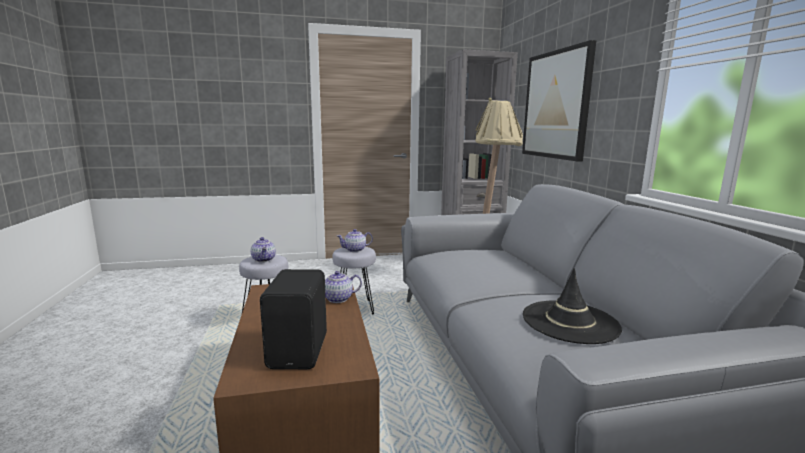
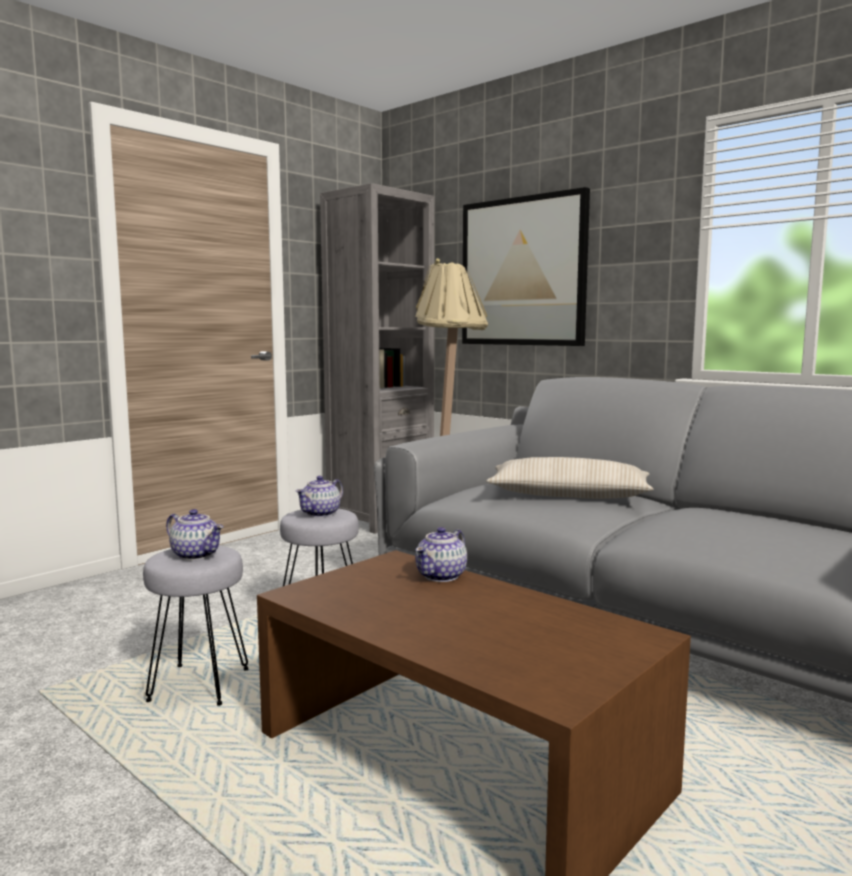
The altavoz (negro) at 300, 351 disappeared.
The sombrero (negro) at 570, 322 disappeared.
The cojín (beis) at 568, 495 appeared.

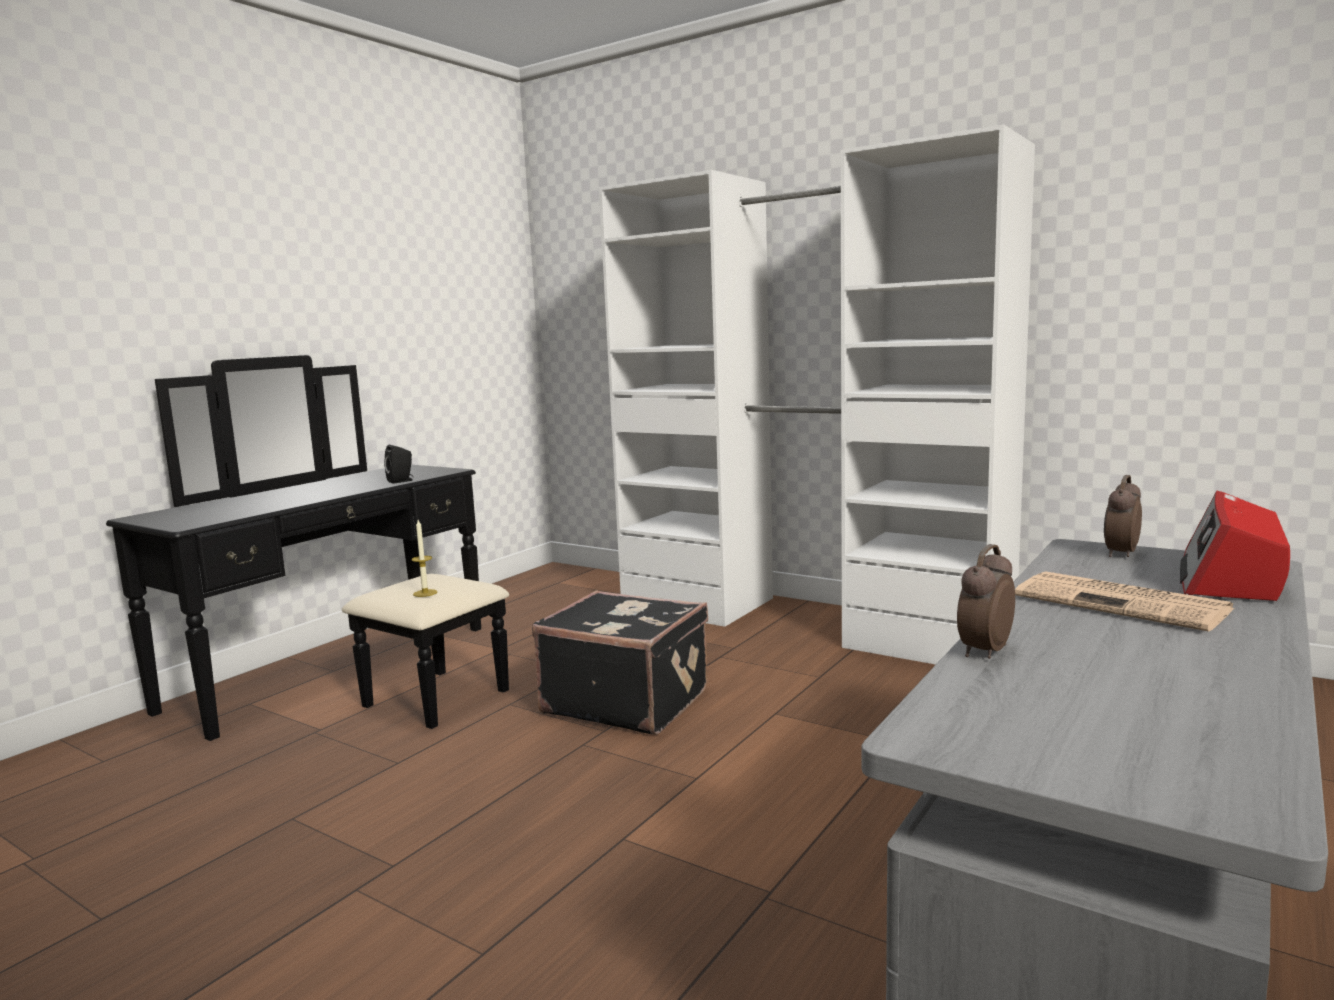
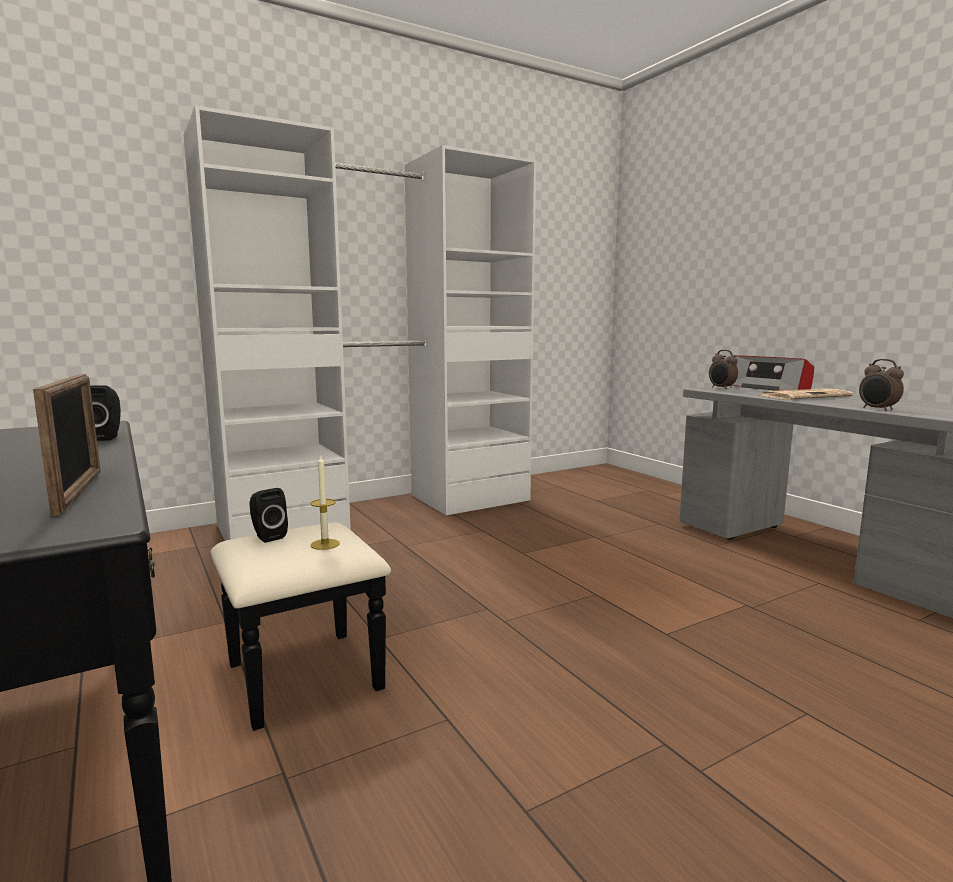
The maleta (negro) at 626, 701 disappeared.
The portarretratos at 78, 492 appeared.
The altavoz (negro) at 267, 536 appeared.

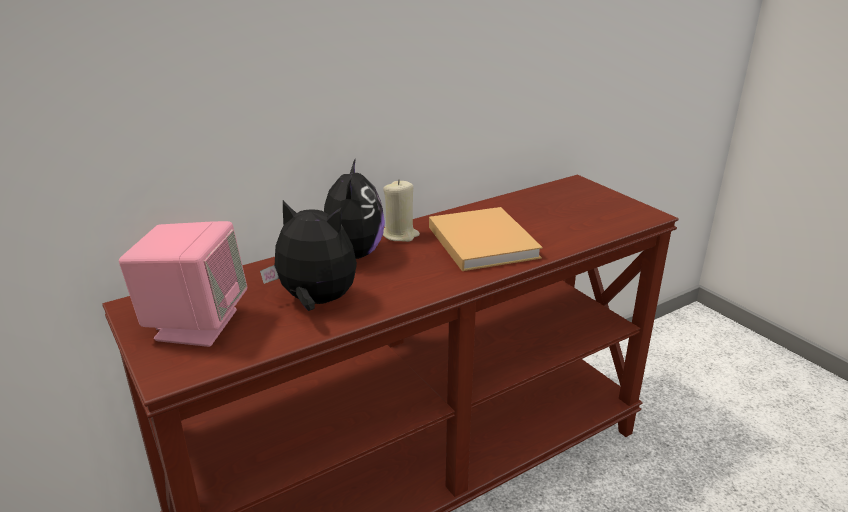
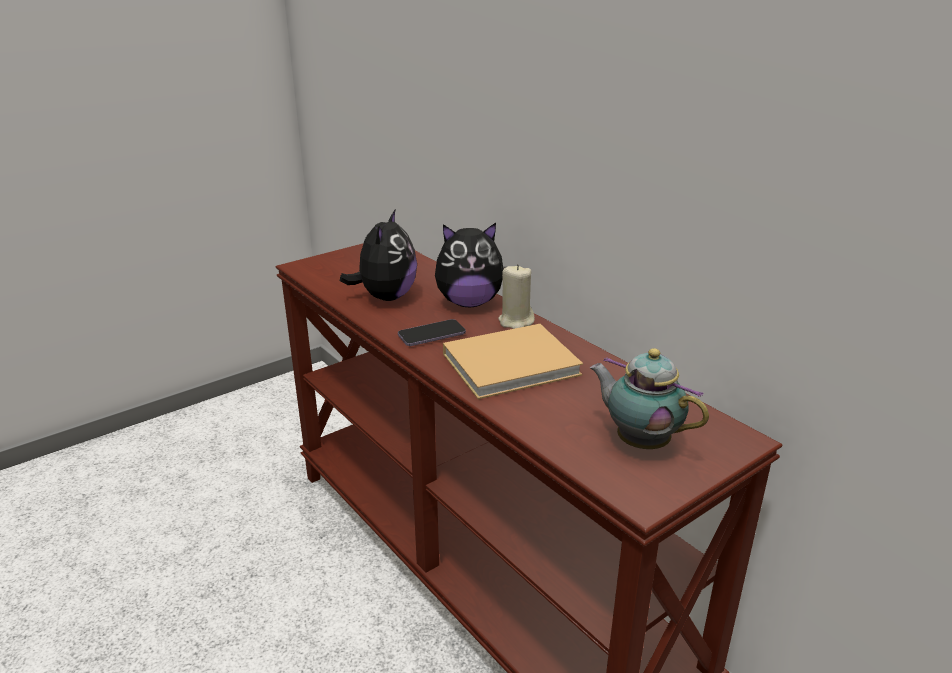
The altavoz (rosa) at 195, 324 disappeared.
The móvil at 431, 335 appeared.
The tetera at 639, 441 appeared.

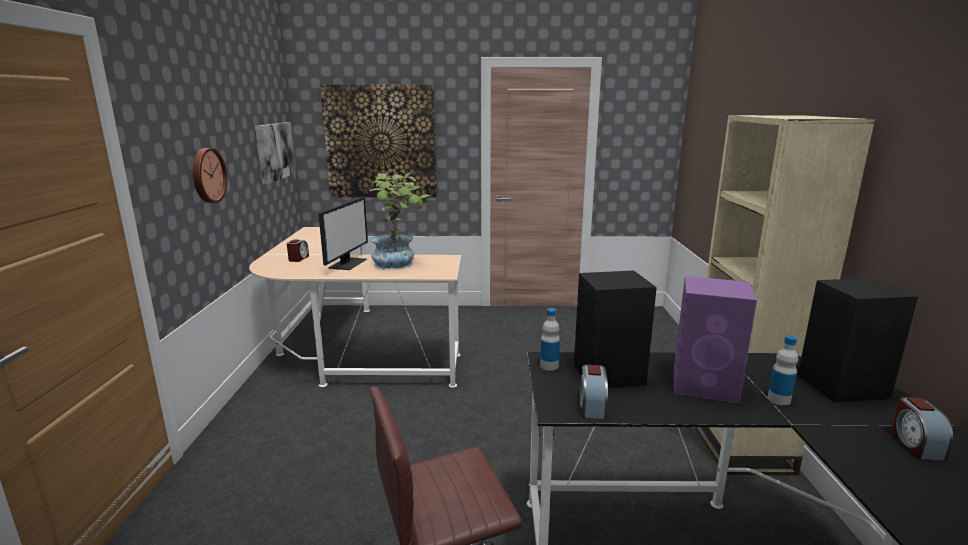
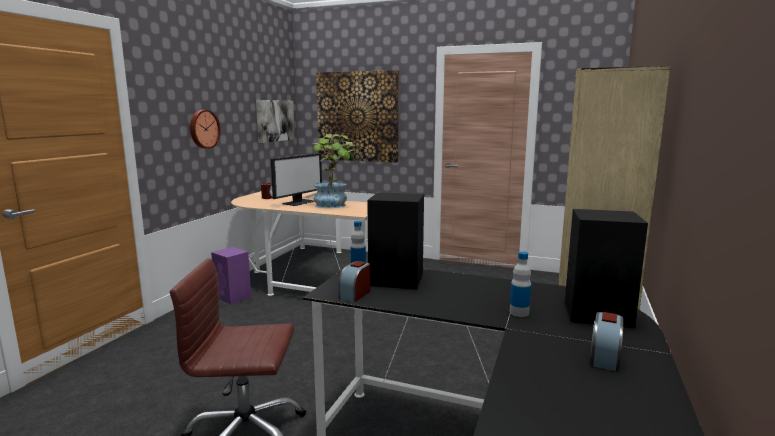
The altavoz (morado) moved from 706, 385 to 233, 297.

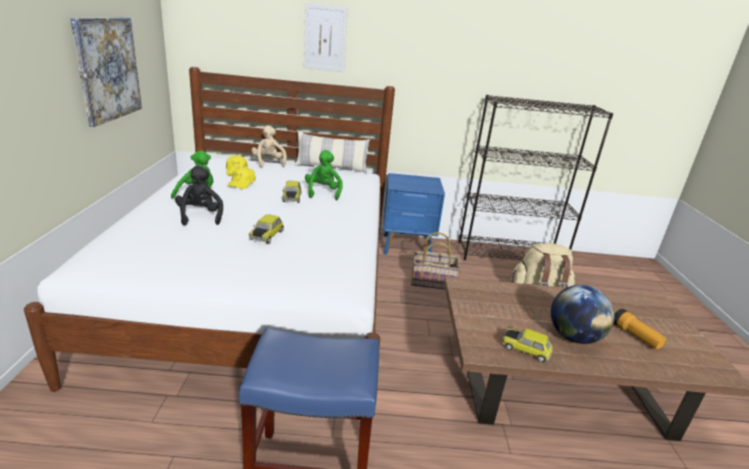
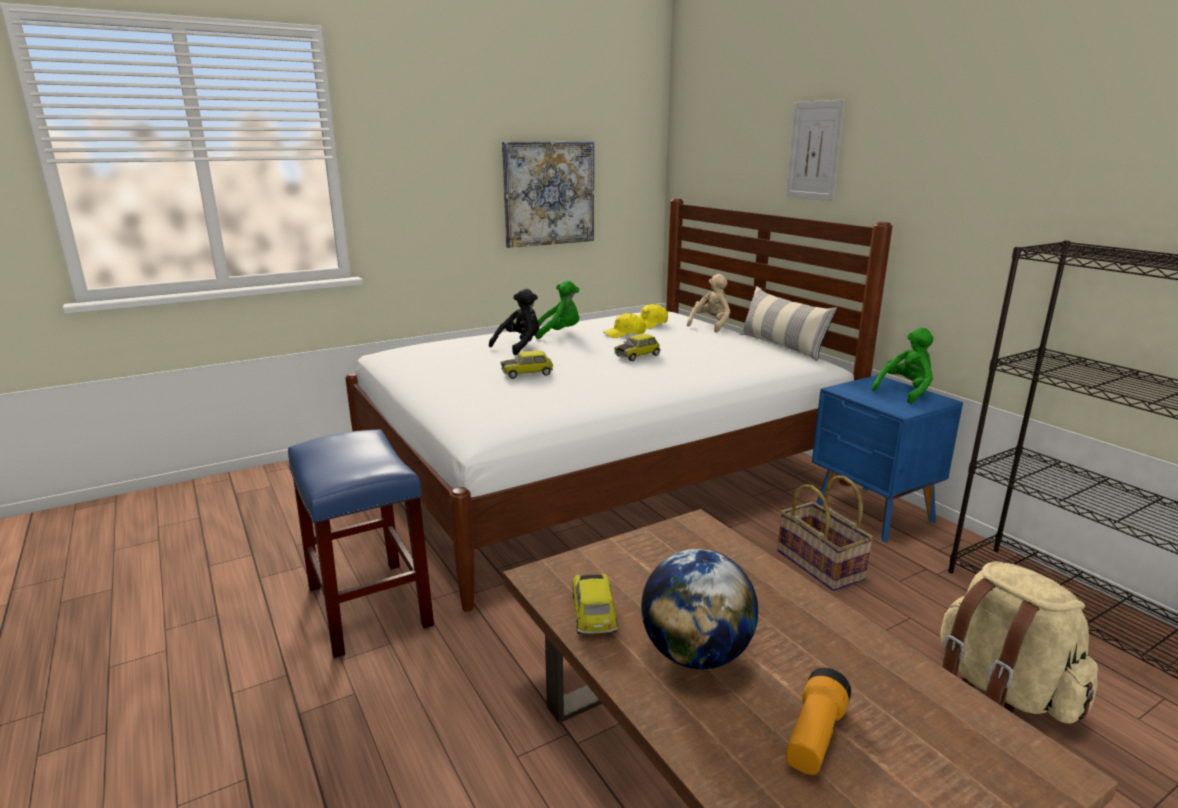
The peluche (verde) moved from 323, 192 to 905, 392.

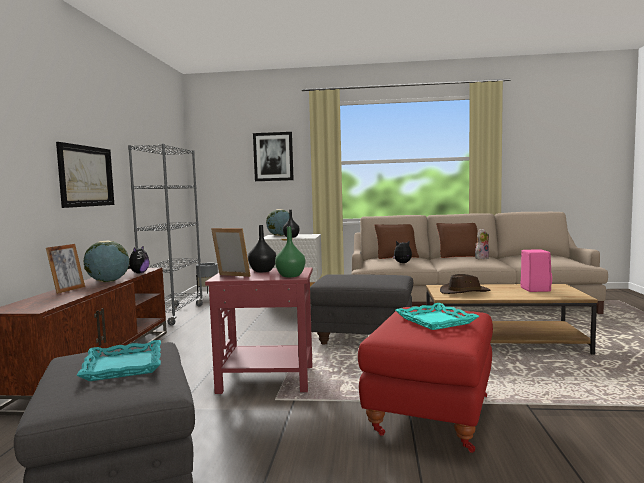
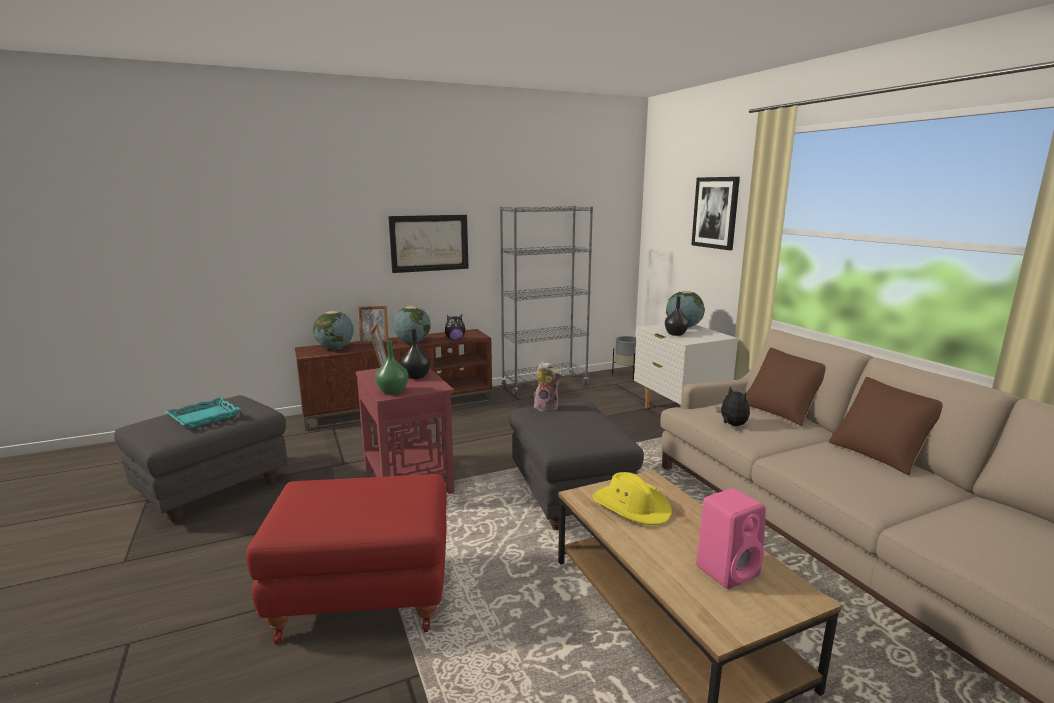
The bandeja (turquesa) at 436, 321 disappeared.
The sombrero (marrón) at 464, 292 became the sombrero (amarillo) at 631, 506.
The peluche moved from 481, 258 to 547, 408.
The globo terráqueo at 335, 348 appeared.

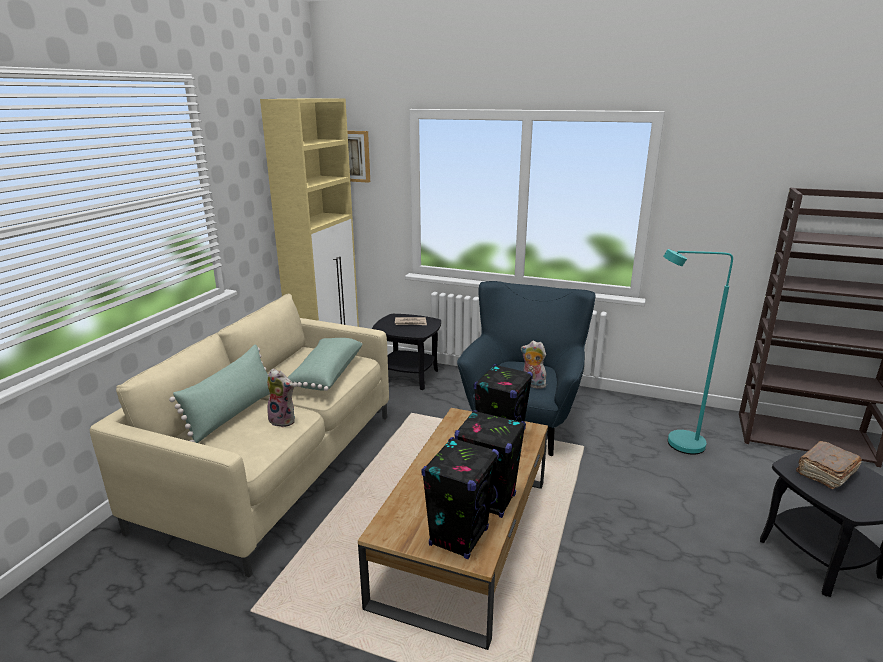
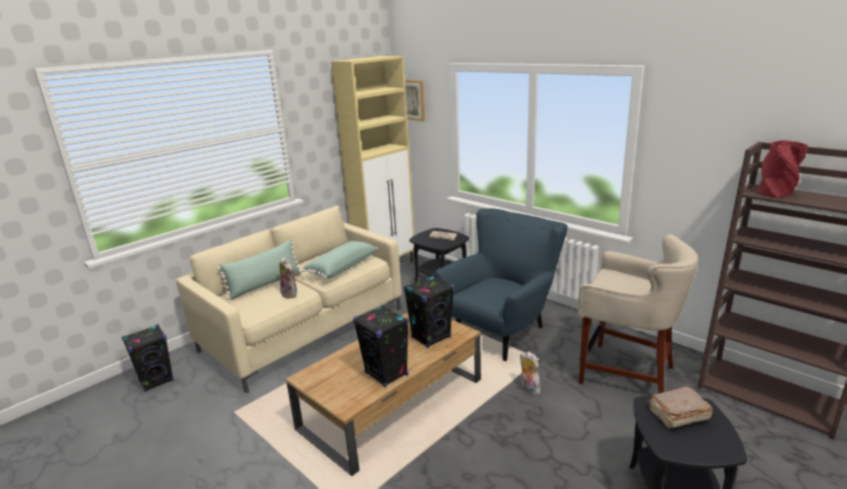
The altavoz (negro) moved from 459, 537 to 156, 380.
The peluche moved from 532, 384 to 528, 389.
The lámpara de pie (turquesa) at 675, 443 was replaced by the taburete (beis) at 625, 373.
The florero (rojo) at 776, 193 appeared.

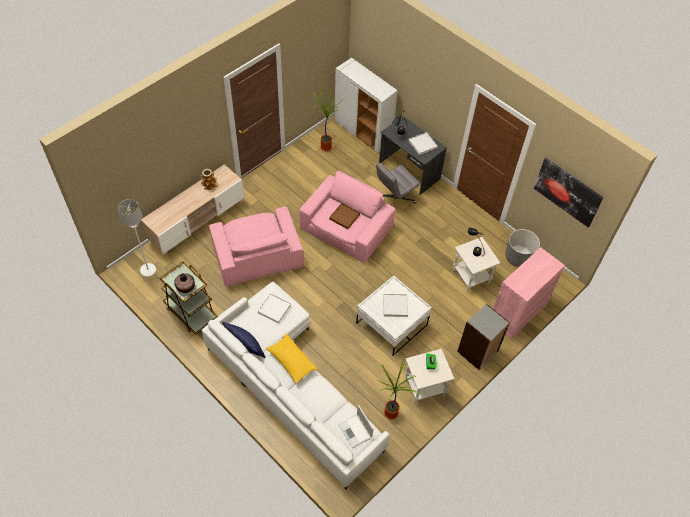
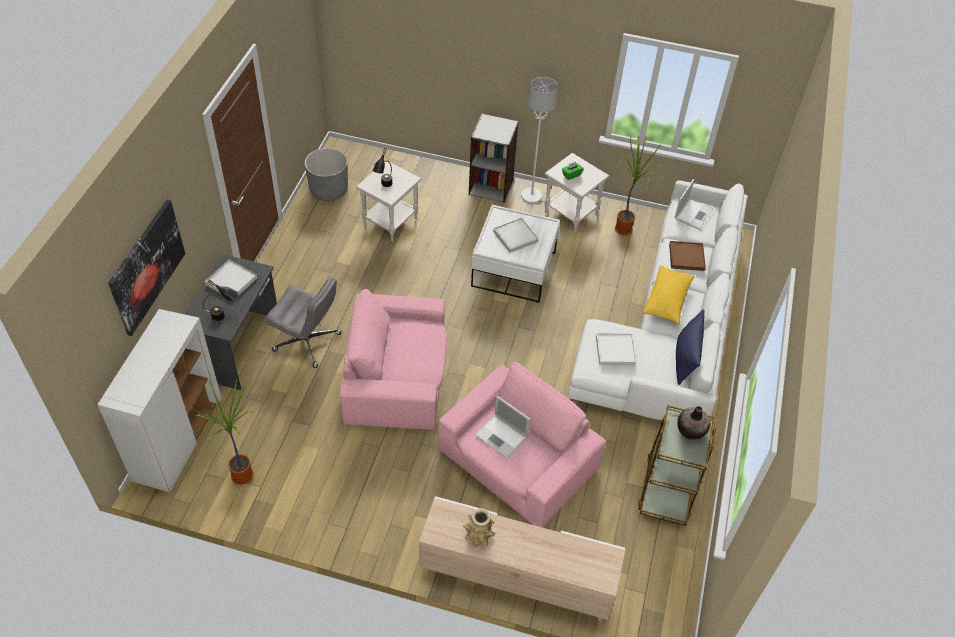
The lámpara de pie (blanco) moved from 148, 270 to 531, 196.
The bandeja (marrón) moved from 344, 217 to 686, 257.
The armario (rosa) at 517, 313 disappeared.
The cuadro moved from 568, 192 to 147, 266.
The portátil at 502, 436 appeared.

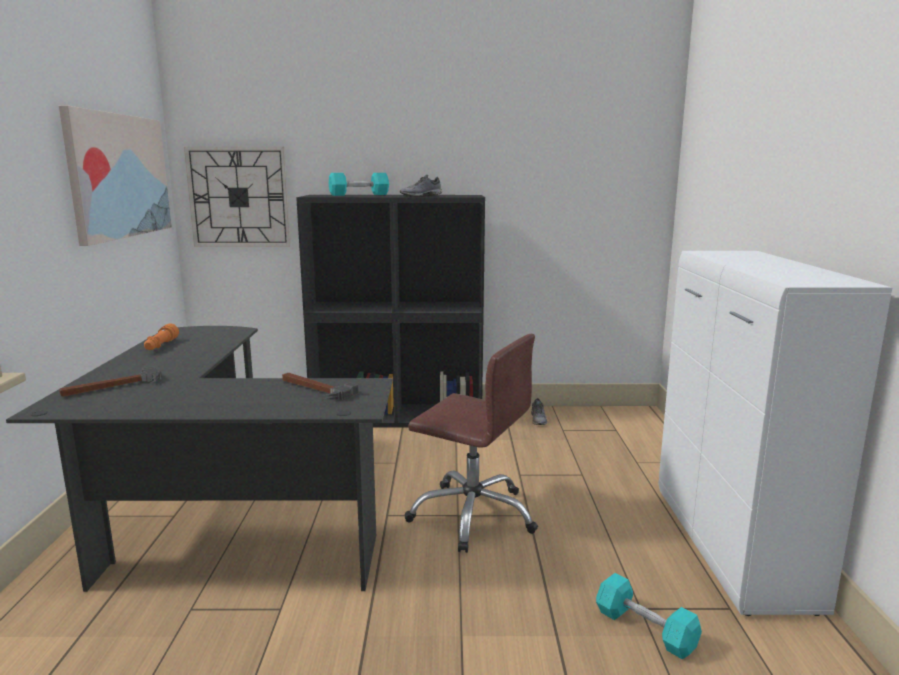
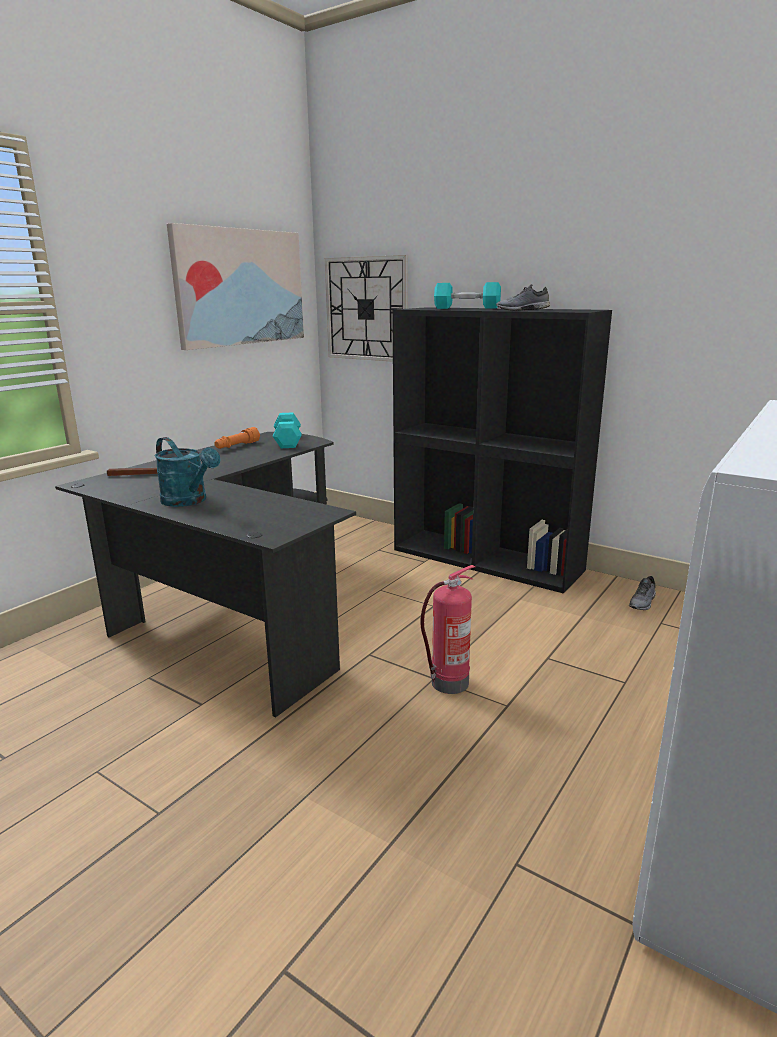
The martillo at 314, 389 disappeared.
The silla de oficina (marrón) at 473, 515 was replaced by the extintor at 448, 684.
The mancuerna (turquesa) moved from 645, 629 to 287, 441.
The regadera (turquesa) at 189, 501 appeared.

